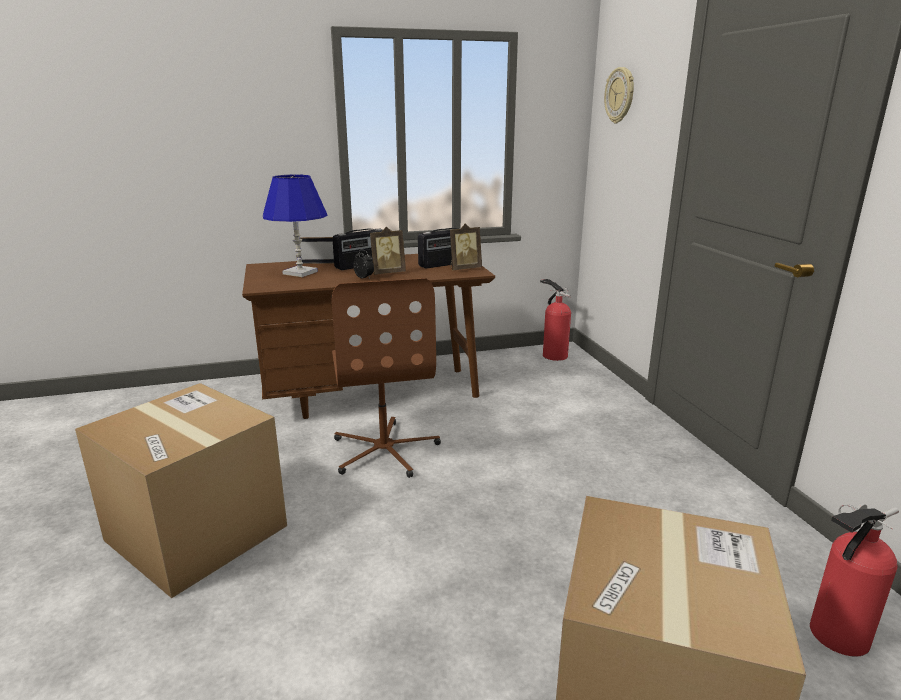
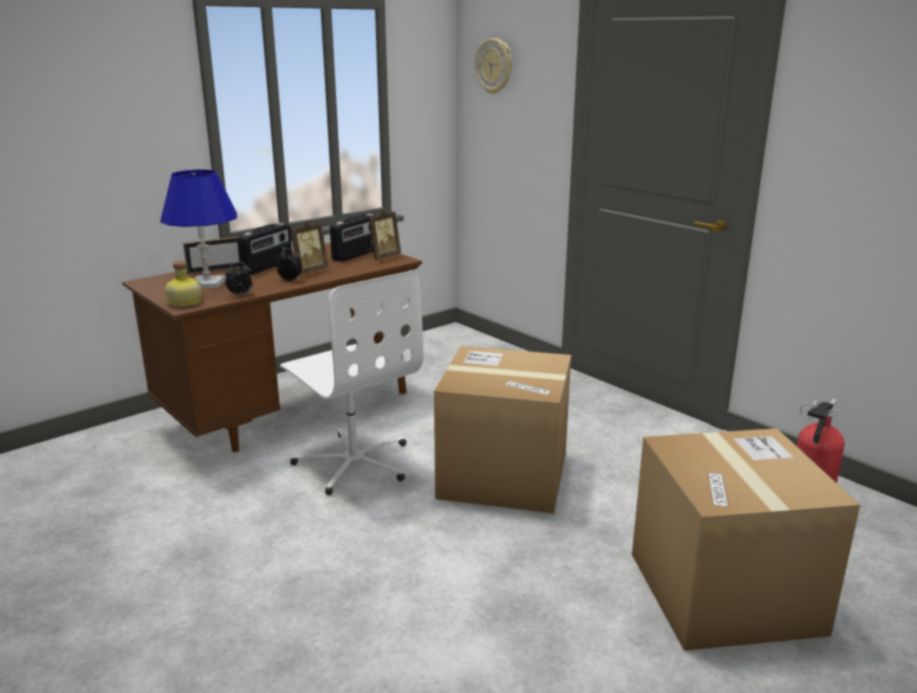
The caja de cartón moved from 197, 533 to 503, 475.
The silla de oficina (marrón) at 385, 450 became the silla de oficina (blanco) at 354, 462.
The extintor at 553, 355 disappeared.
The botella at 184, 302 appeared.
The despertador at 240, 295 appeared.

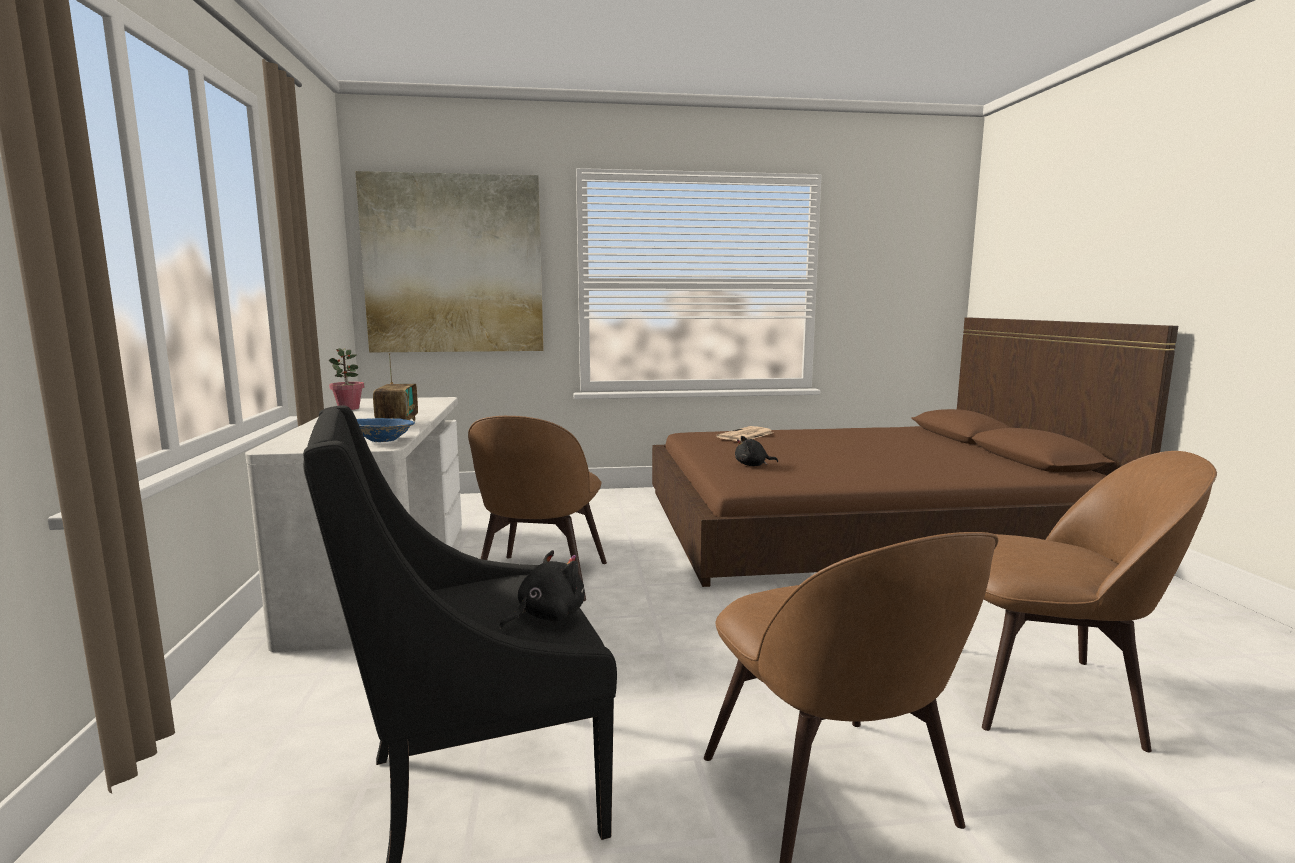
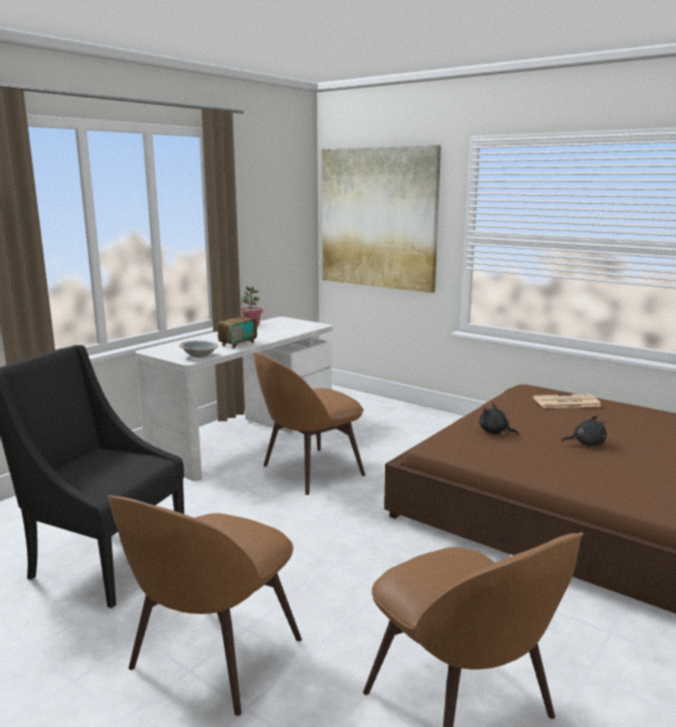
The cuenco (azul) at 383, 440 became the cuenco (gris) at 199, 356.
The peluche (negro) moved from 547, 616 to 586, 444.

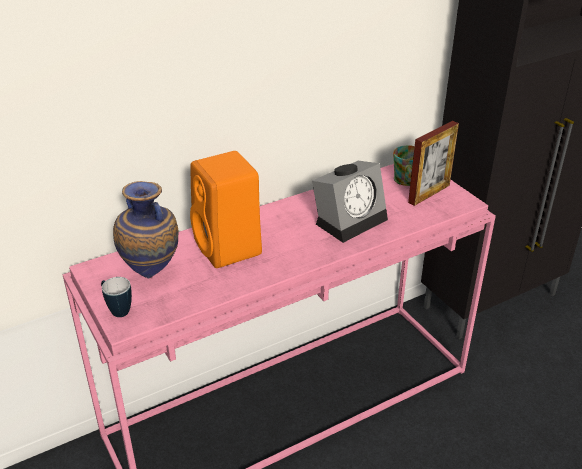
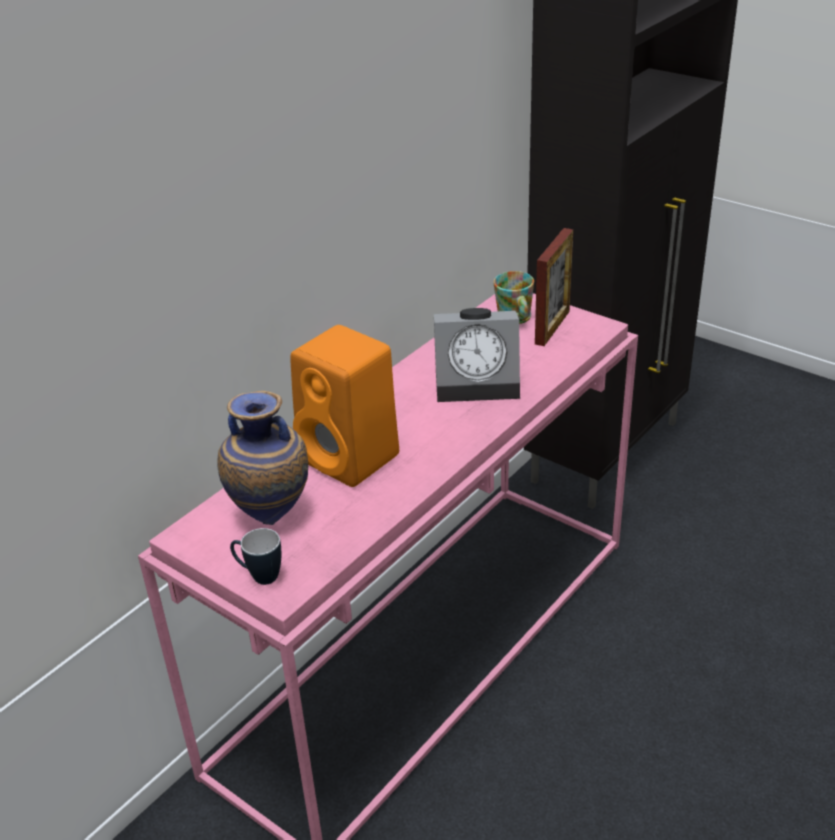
The despertador at 350, 219 turned 60 degrees clockwise.

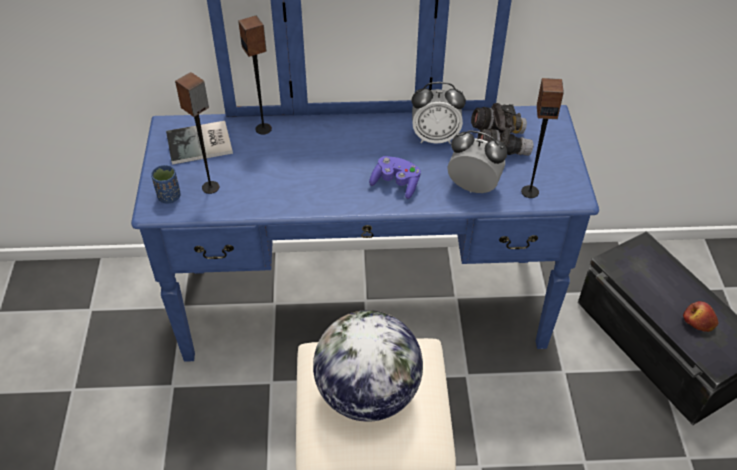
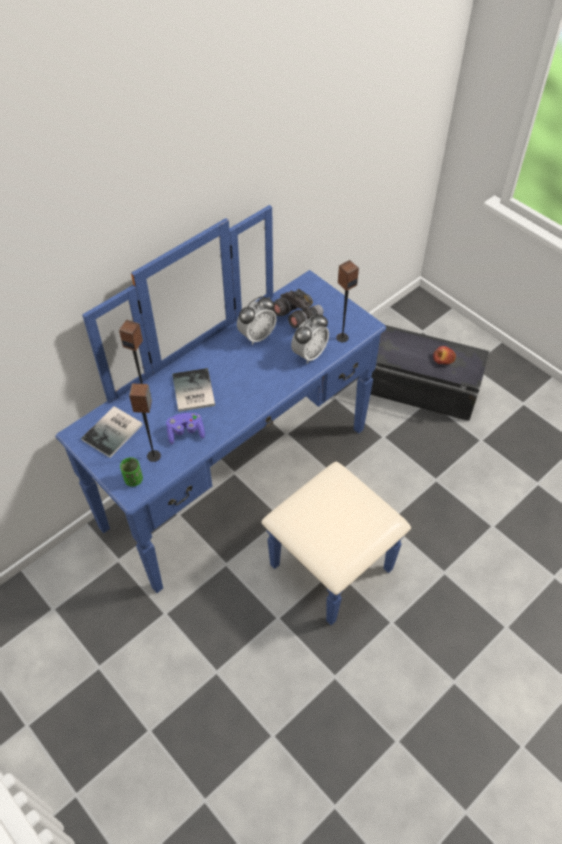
The taza (azul) at 169, 197 became the taza (verde) at 133, 479.
The globo terráqueo at 367, 393 disappeared.
The mando de consola (morado) moved from 396, 184 to 186, 432.
The despertador at 473, 187 turned 150 degrees clockwise.
The libro at 192, 392 appeared.

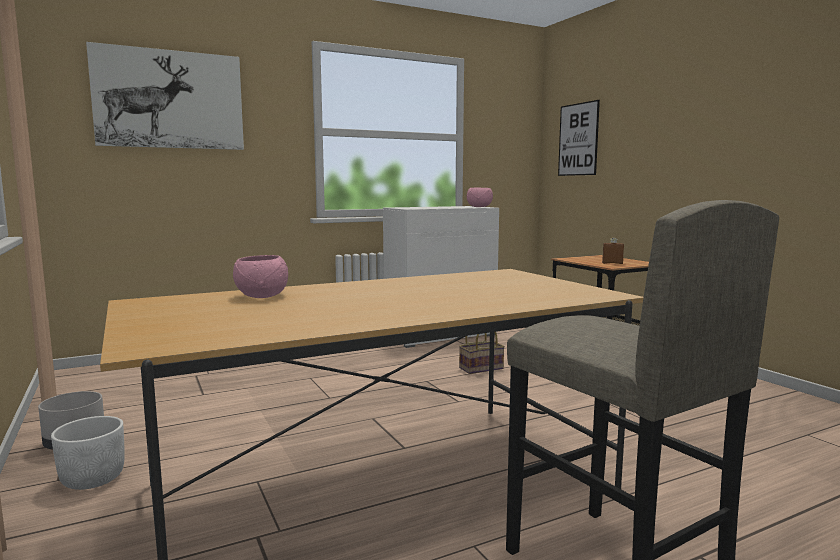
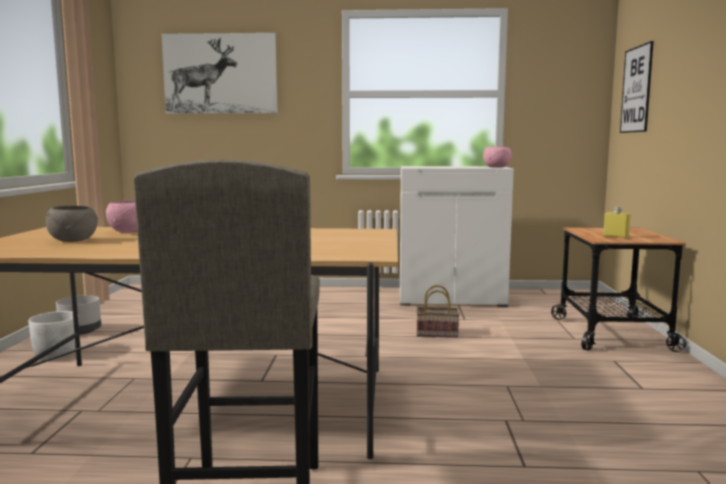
The botella (marrón) at 612, 263 became the botella (amarillo) at 615, 237.
The cuenco (gris) at 72, 241 appeared.

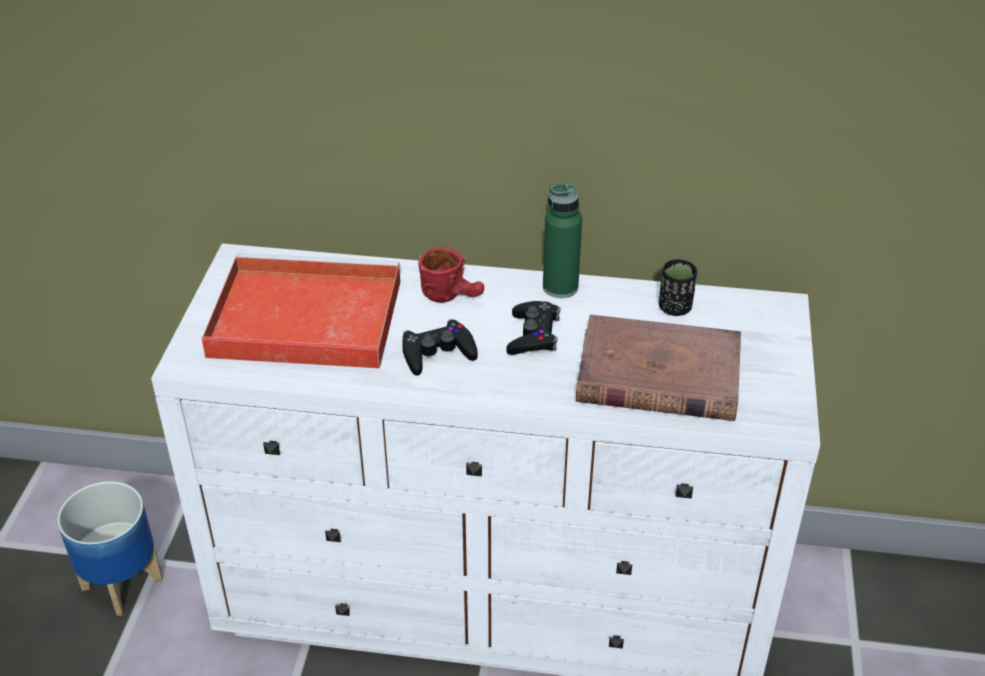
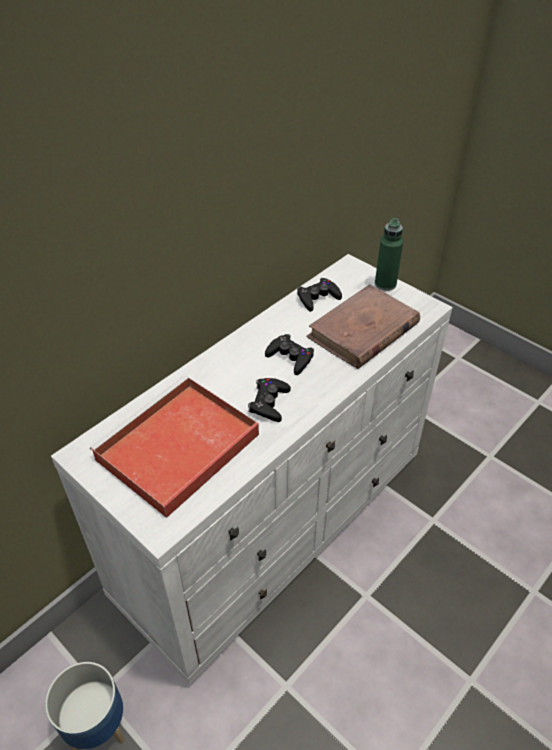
The taza grande (rojo) at 453, 296 disappeared.
The botella (verde) moved from 560, 287 to 385, 284.
The taza (negro) at 675, 308 was replaced by the mando de consola (negro) at 318, 298.

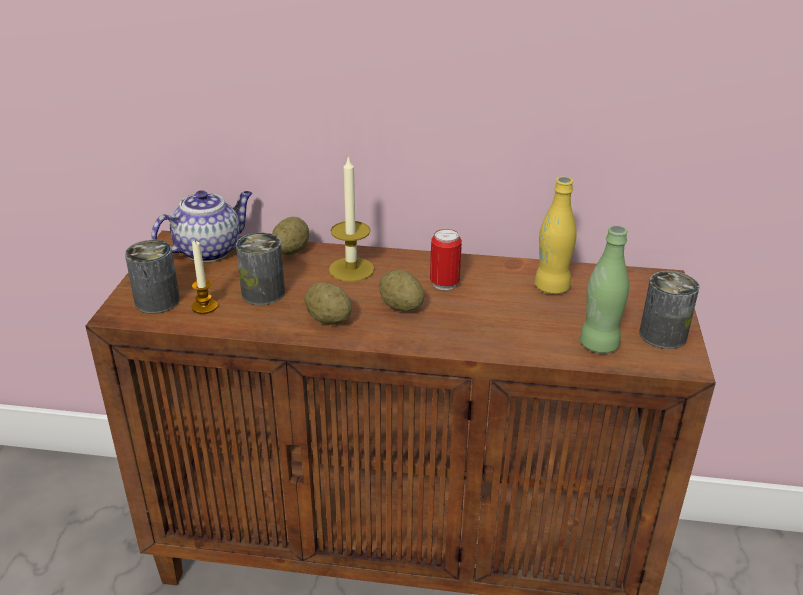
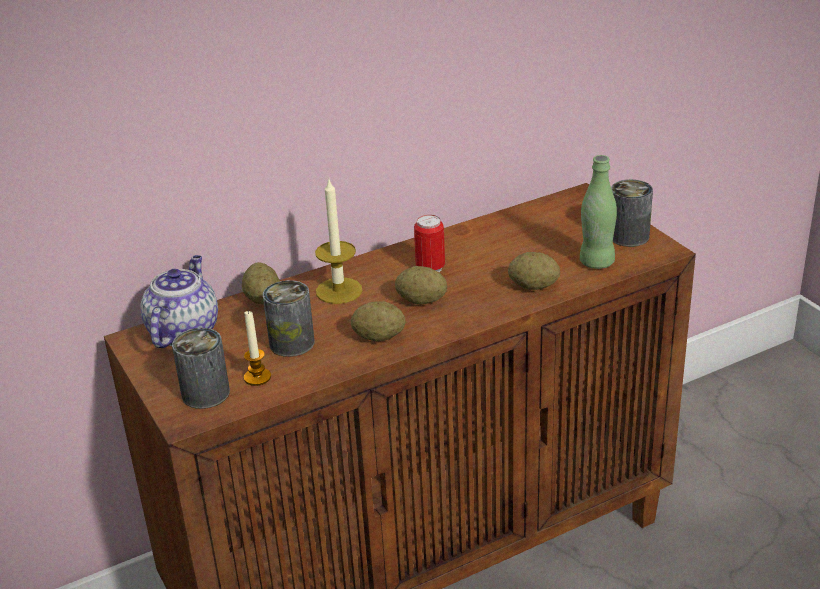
The botella (amarillo) at 551, 287 disappeared.
The patata at 533, 286 appeared.

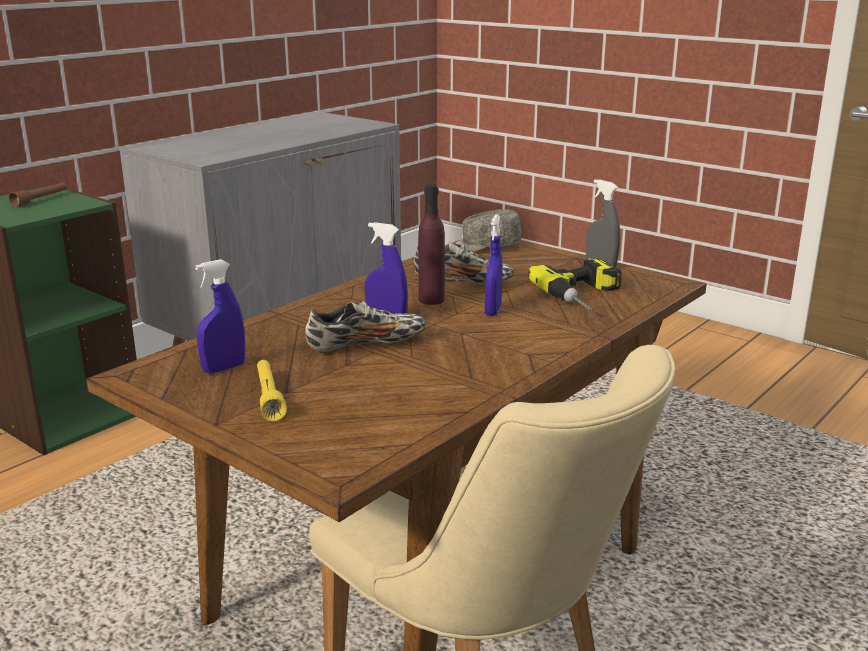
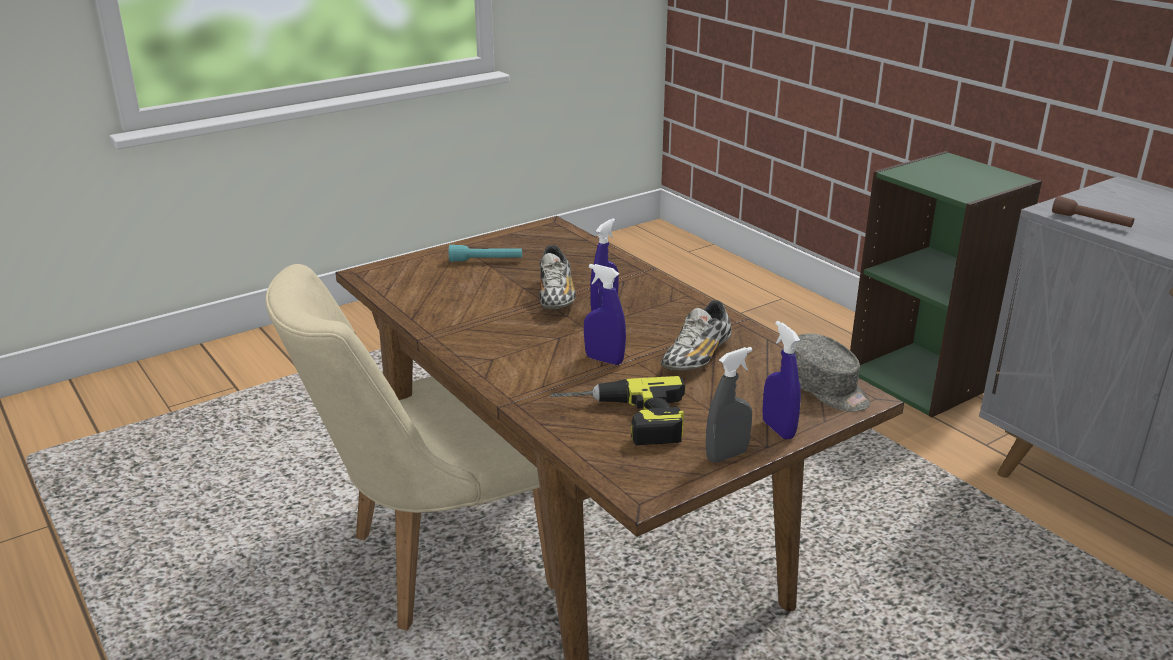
The linterna (marrón) moved from 41, 200 to 1091, 221.
The pulverizador (azul) moved from 224, 368 to 778, 429.
The linterna (amarillo) at 269, 397 became the linterna (turquesa) at 486, 261.
The botella (morado) at 431, 300 disappeared.
The gorra (gris) at 484, 246 turned 135 degrees clockwise.

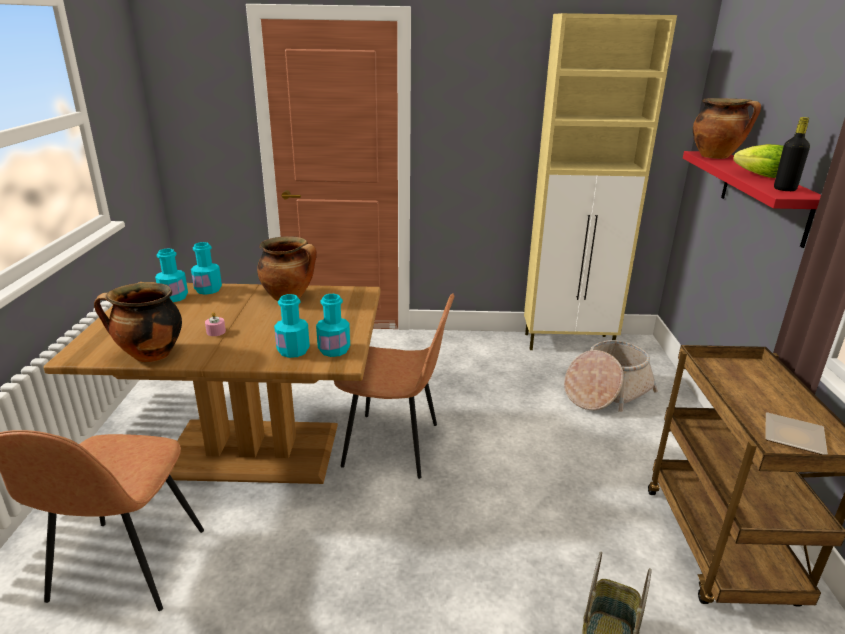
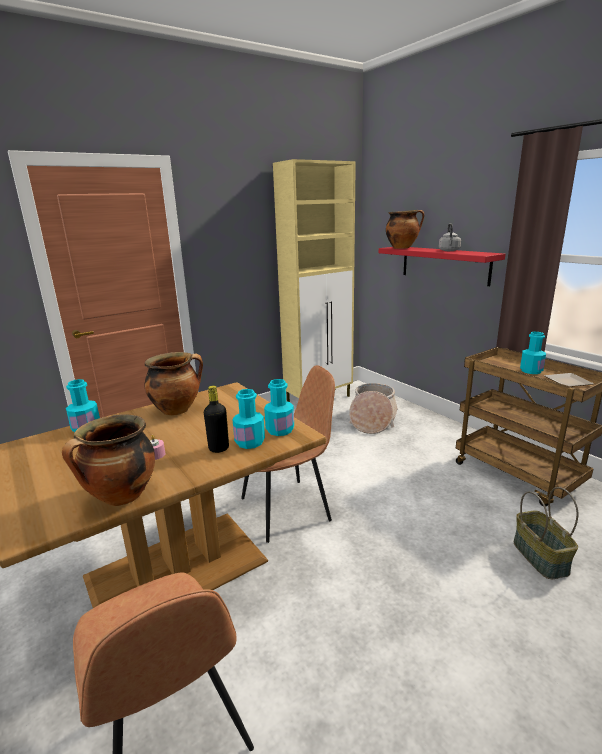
The botella (turquesa) moved from 174, 297 to 531, 371.
The lechuga at 761, 176 was replaced by the hervidor (gris) at 449, 251.
The botella (negro) moved from 784, 189 to 219, 448.

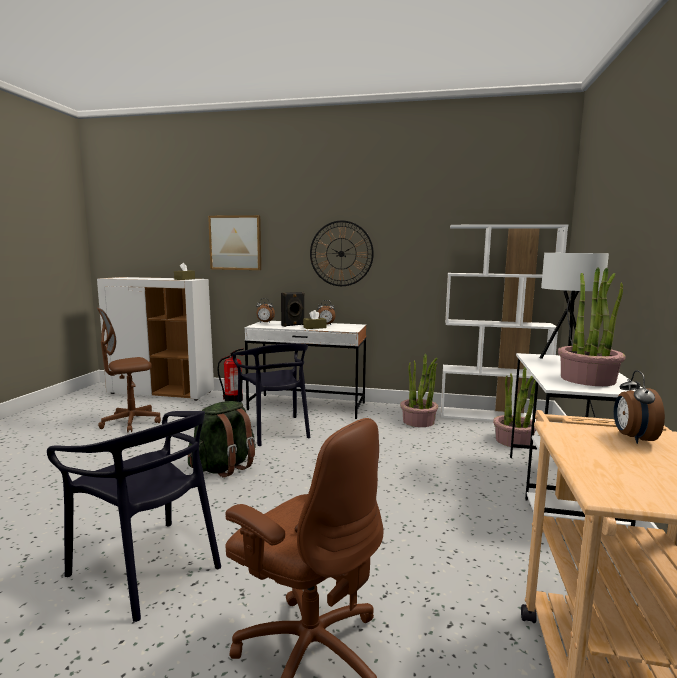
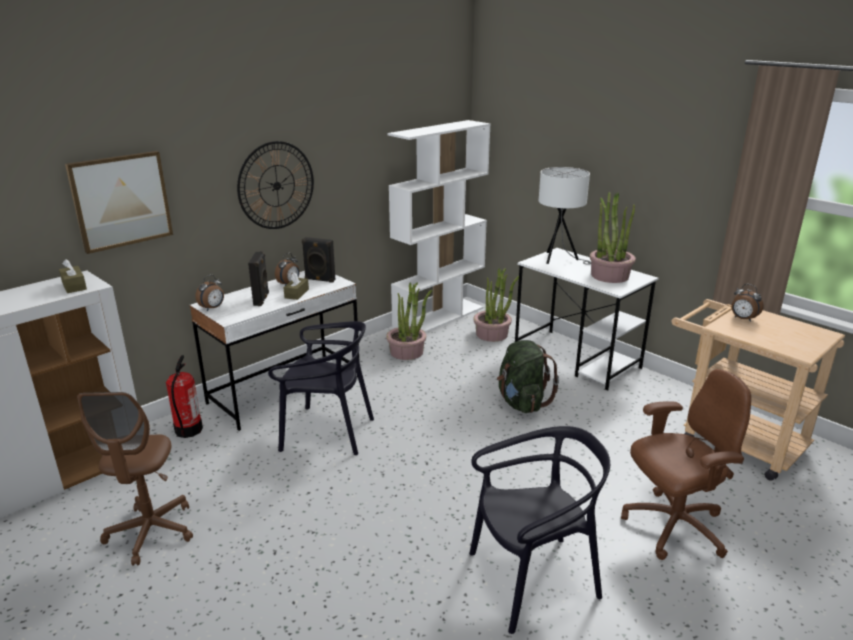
The mochila (verde) moved from 224, 467 to 522, 403.
The altavoz (negro) at 319, 280 appeared.

